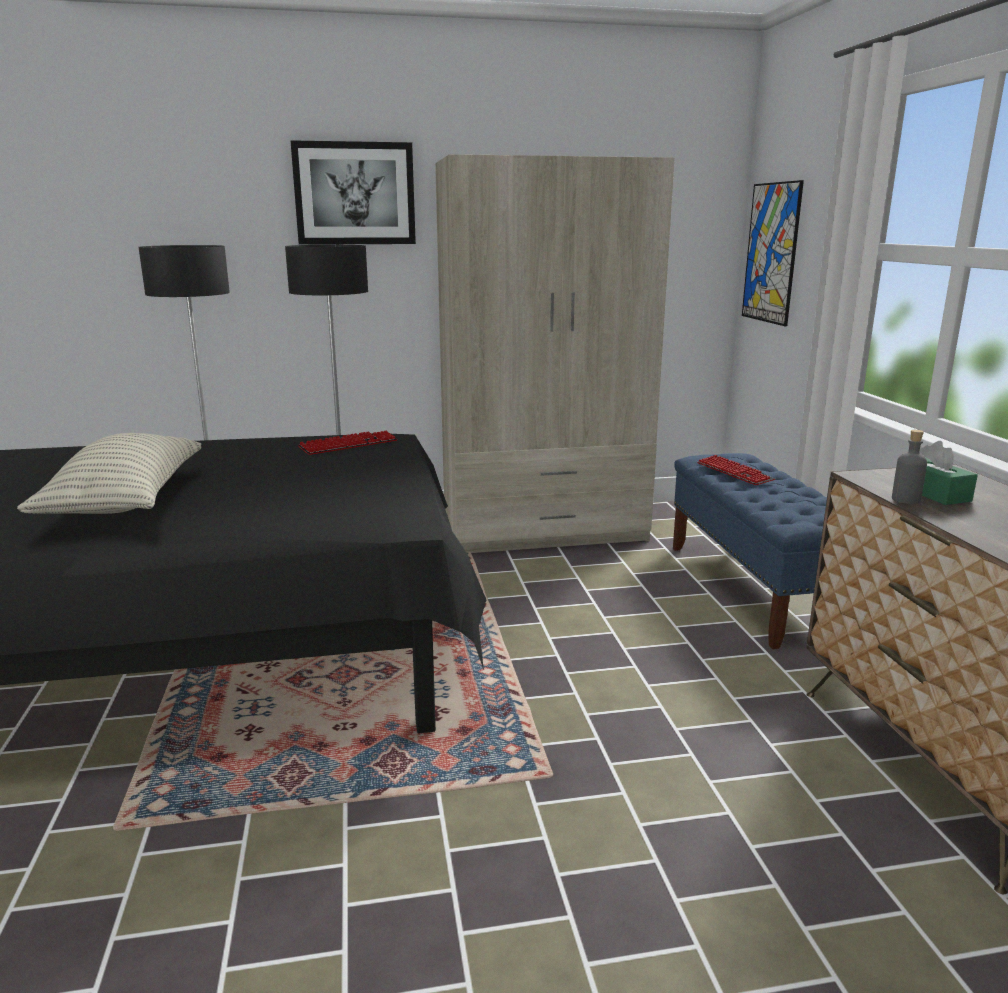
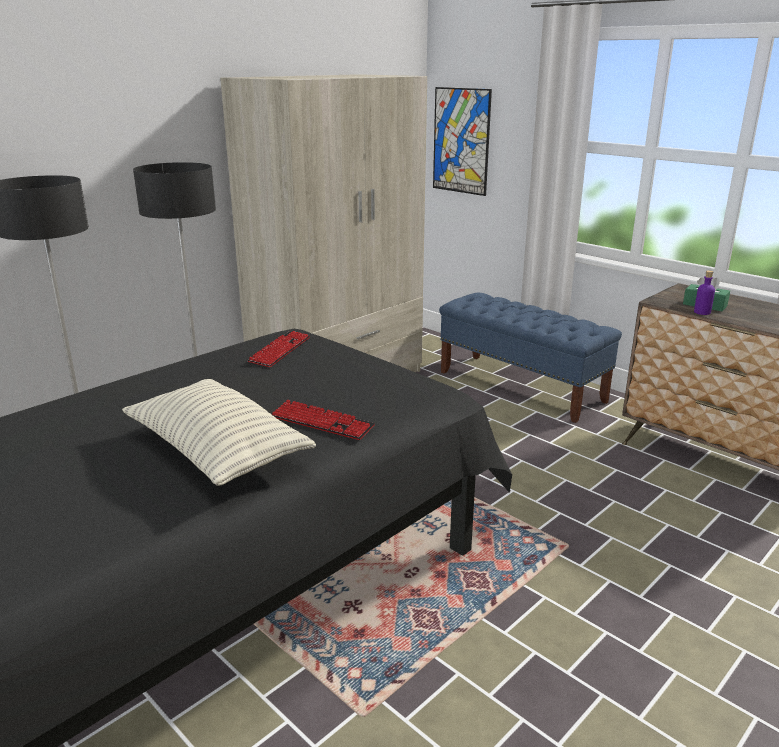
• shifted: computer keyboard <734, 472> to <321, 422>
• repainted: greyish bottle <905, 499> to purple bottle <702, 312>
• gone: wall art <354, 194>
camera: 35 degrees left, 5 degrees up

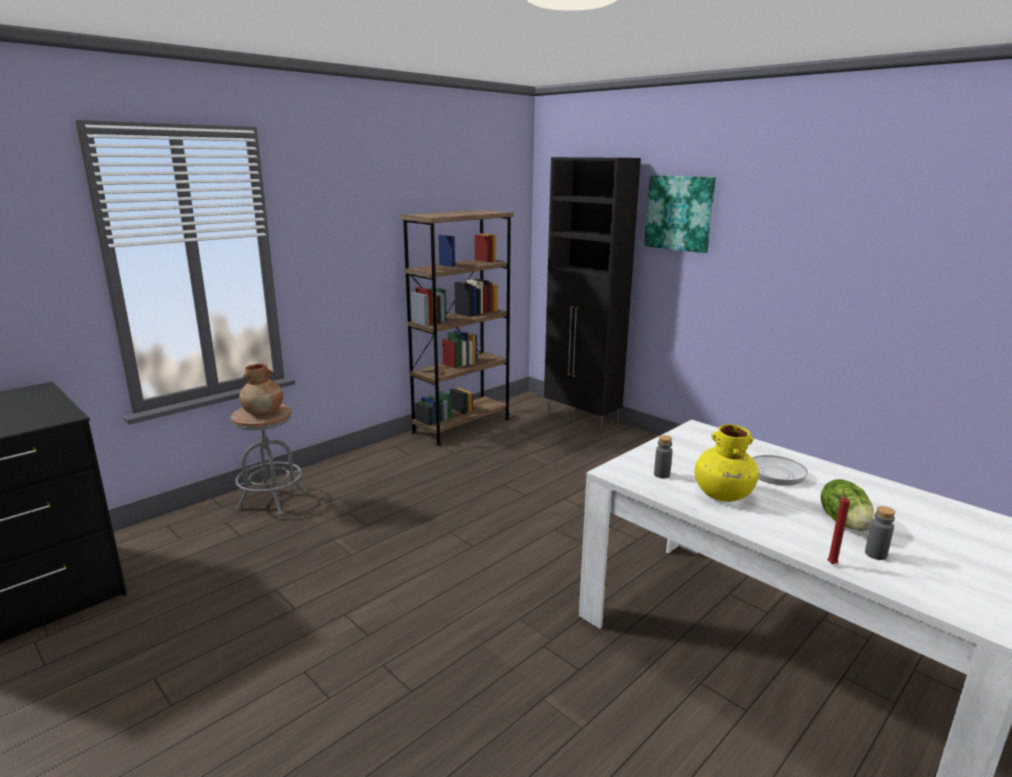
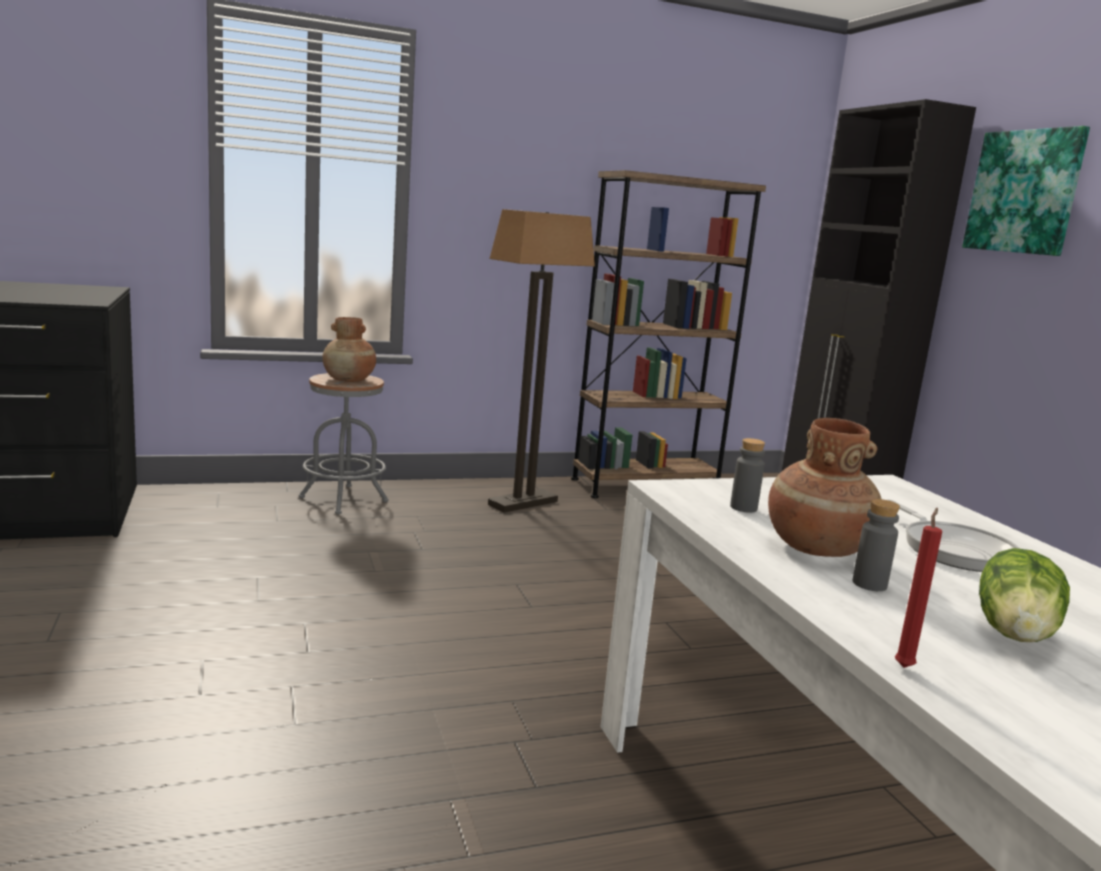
• new: standard lamp <523, 503>
• repainted: yellow-coloured flower vase <722, 494> to brownish flower vase <816, 548>
• shifted: greyish bottle <875, 554> to <869, 584>
camera: 25 degrees right, 5 degrees down

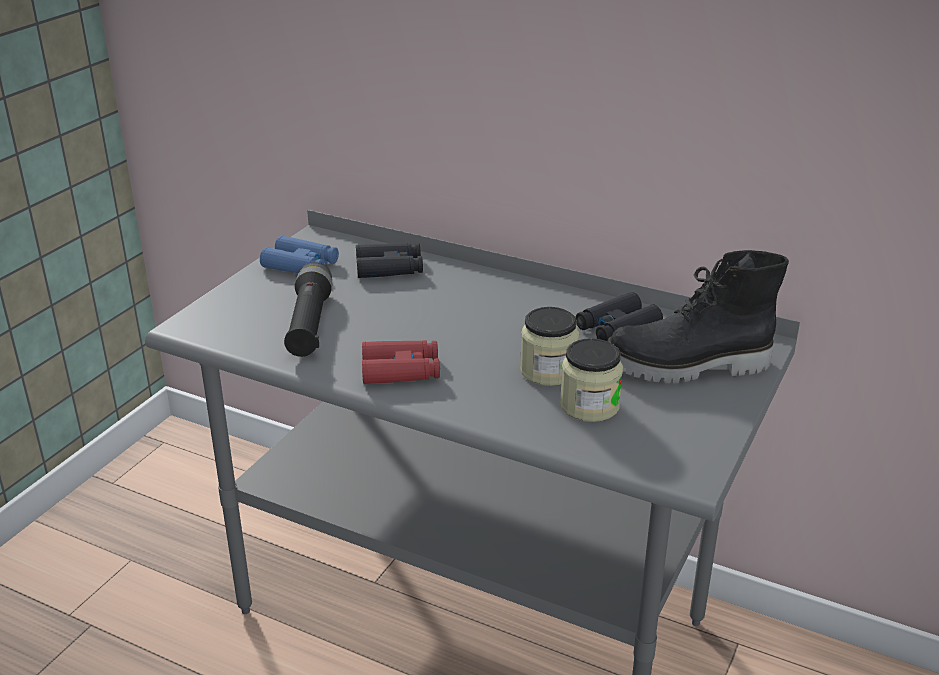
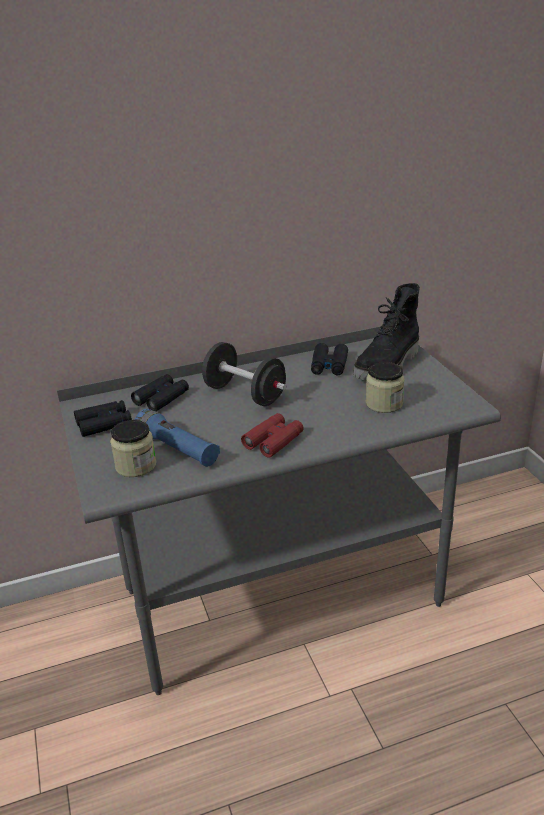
• repainted: blue-coloured binoculars <301, 265> to black-coloured binoculars <104, 424>
• shifted: storage jar <548, 371> to <136, 465>
• repainted: black-coloured hand torch <309, 324> to blue-coloured hand torch <177, 449>
• new: black-coloured hand weight <245, 394>
camera: 45 degrees left, 0 degrees up

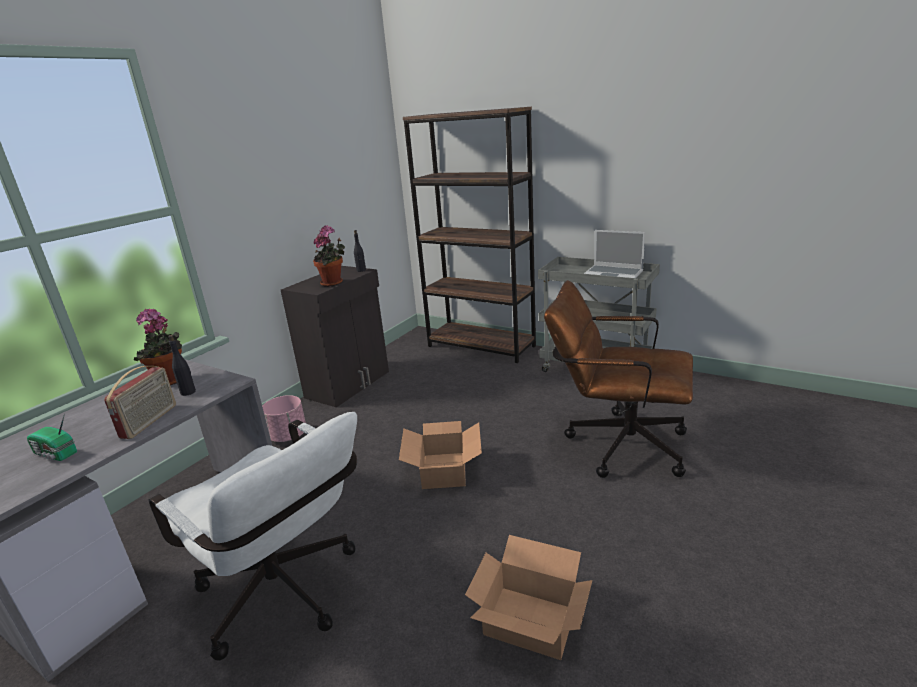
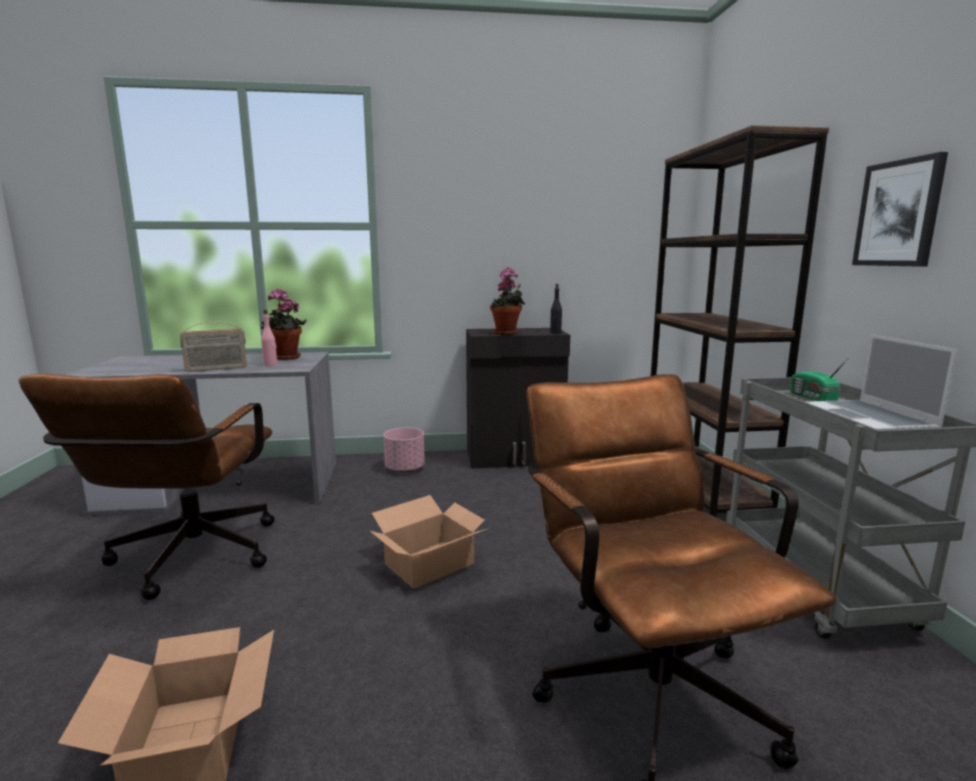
• repainted: white-coloured desk chair <286, 597> to brownish desk chair <187, 562>
• repainted: black-coloured bottle <188, 392> to pink-coloured bottle <270, 365>
• shifted: radio <55, 454> to <813, 398>
• new: wall art <898, 213>
camera: 50 degrees right, 10 degrees down

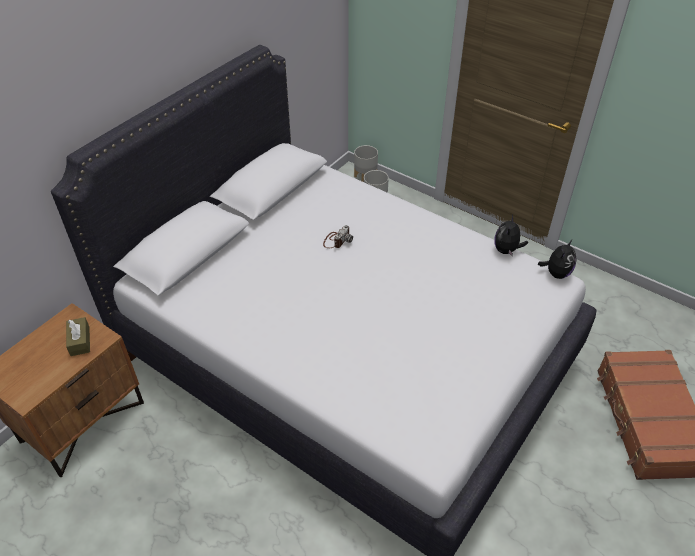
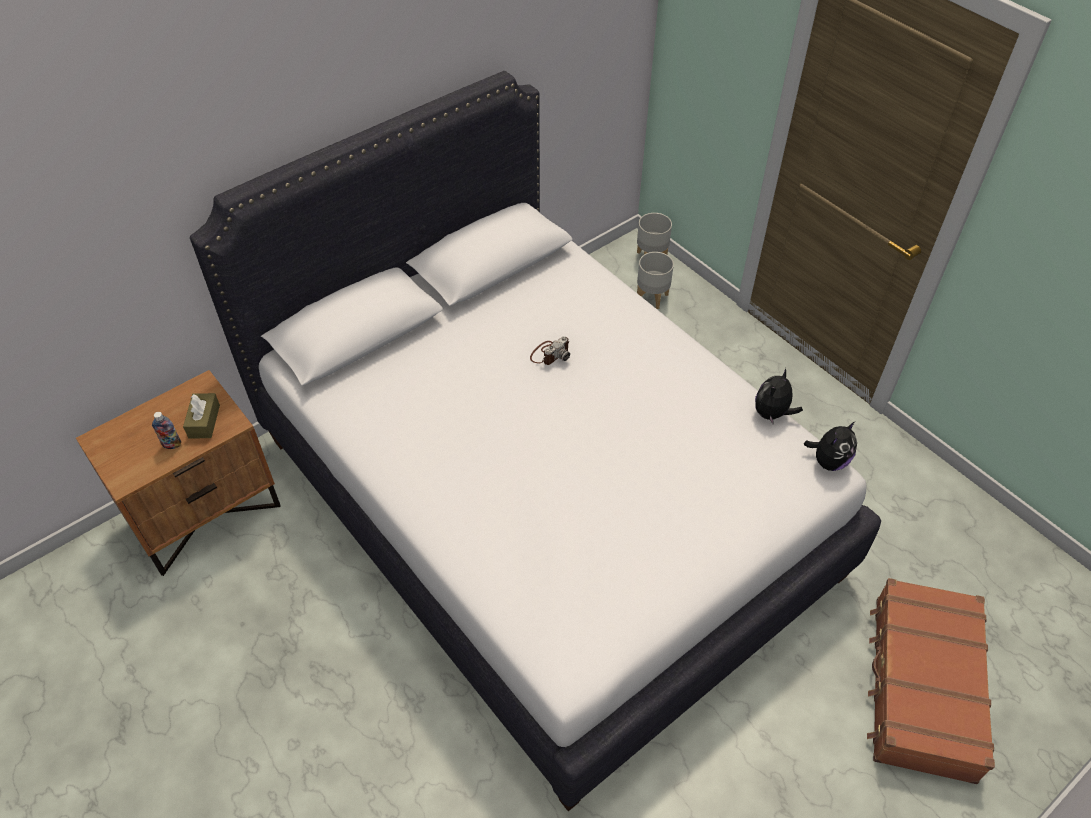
• new: bottle <172, 444>
camera: 15 degrees right, 5 degrees up

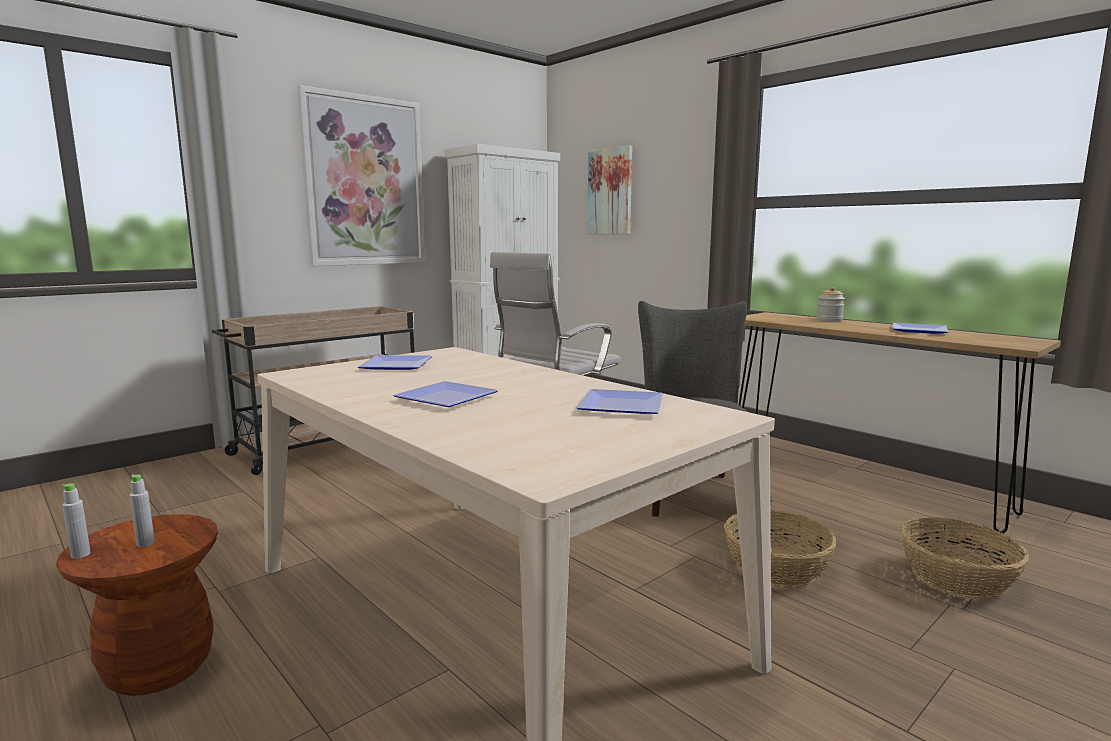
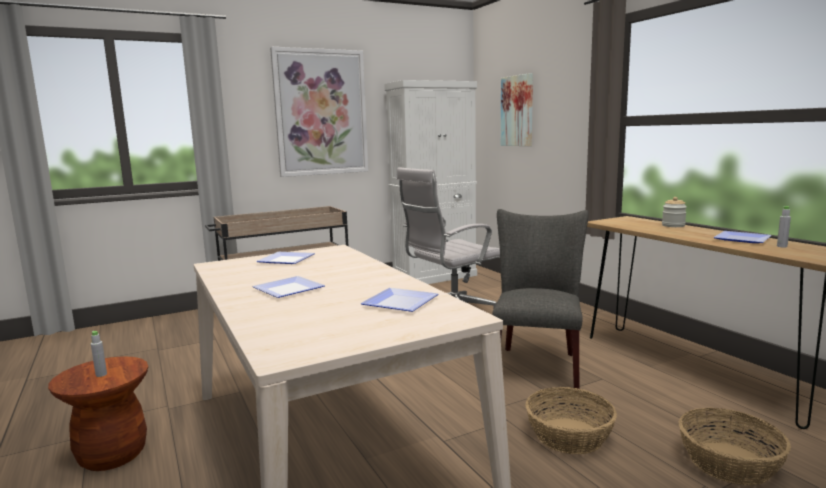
• shifted: greyish bottle <80, 554> to <782, 246>
camera: 15 degrees right, 0 degrees up

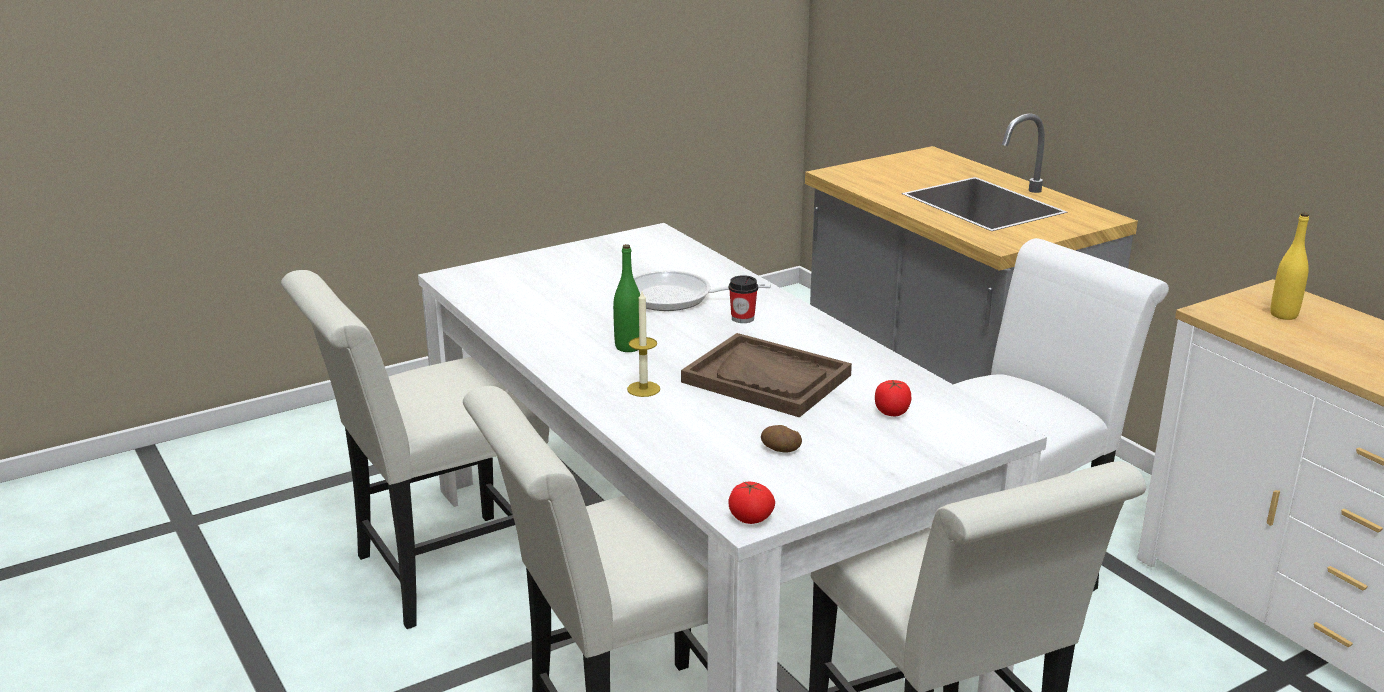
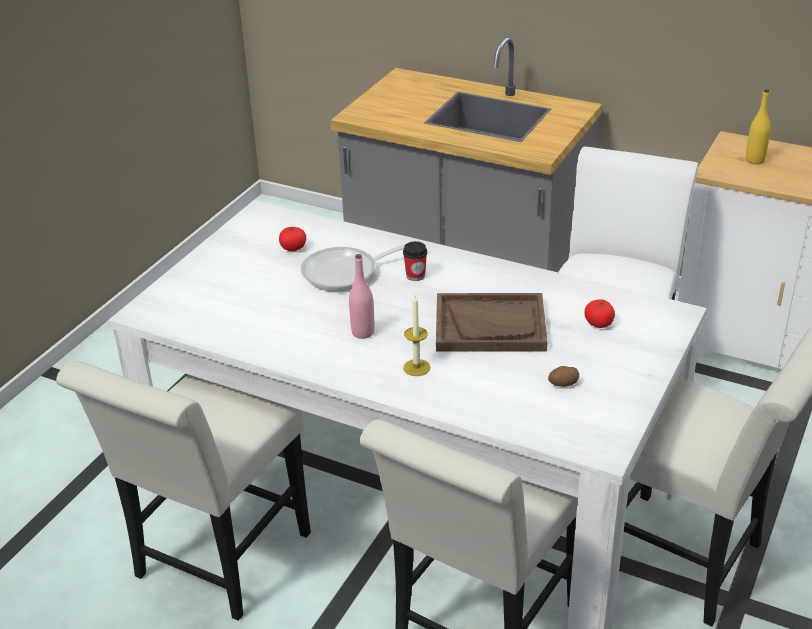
• shifted: whole tomato <750, 518> to <293, 248>
• repainted: green bottle <628, 347> to pink-coloured bottle <363, 332>
camera: 30 degrees left, 10 degrees up

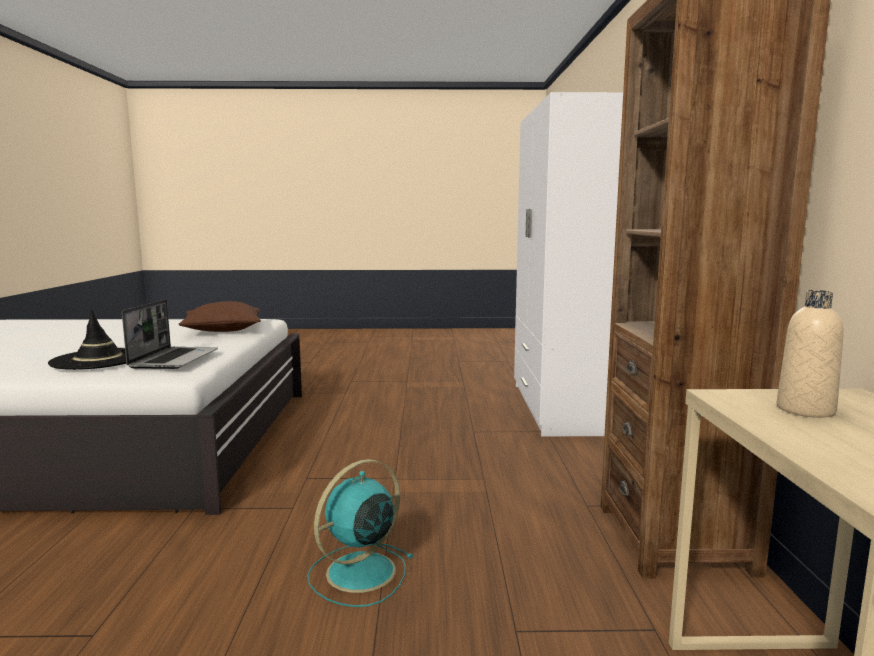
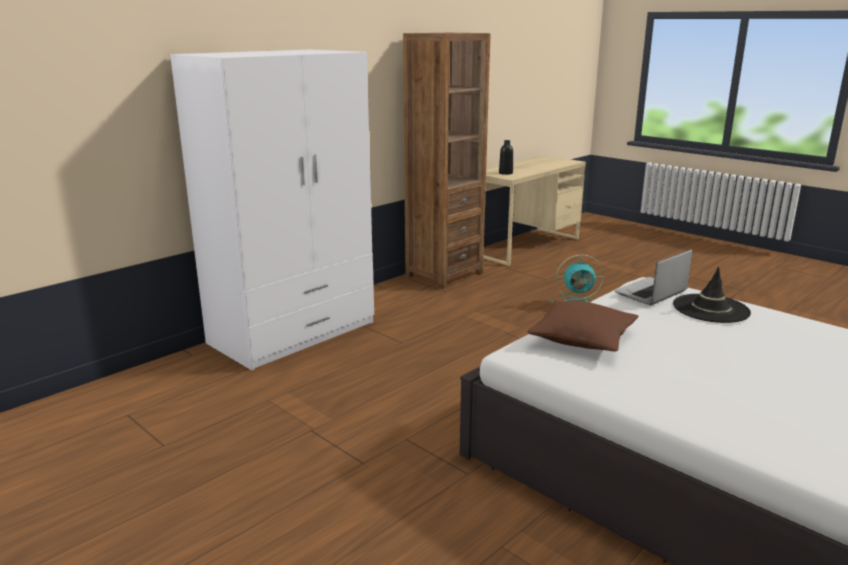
• repainted: sand-coloured bottle <805, 410> to black-coloured bottle <505, 173>
camera: 135 degrees left, 10 degrees up

